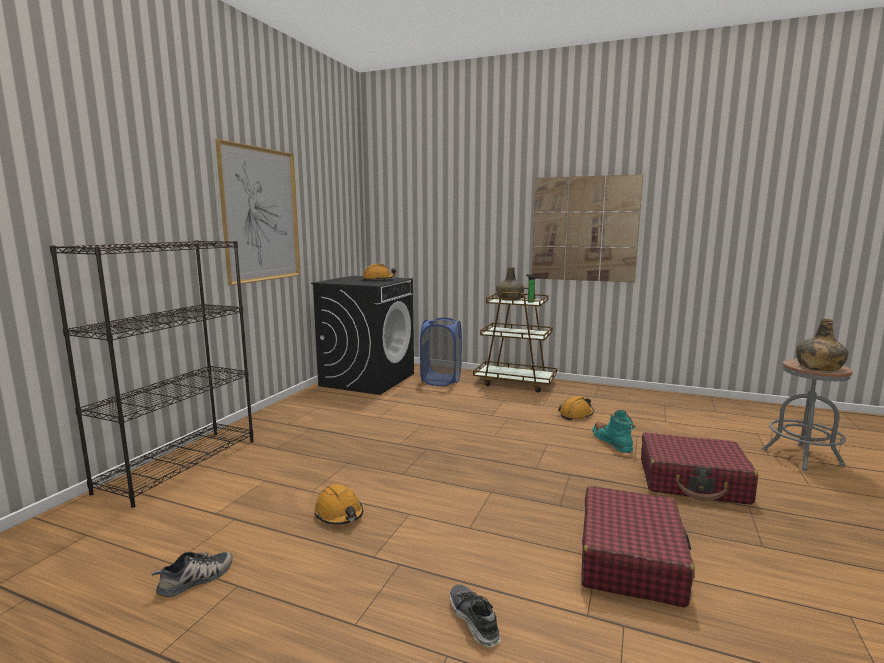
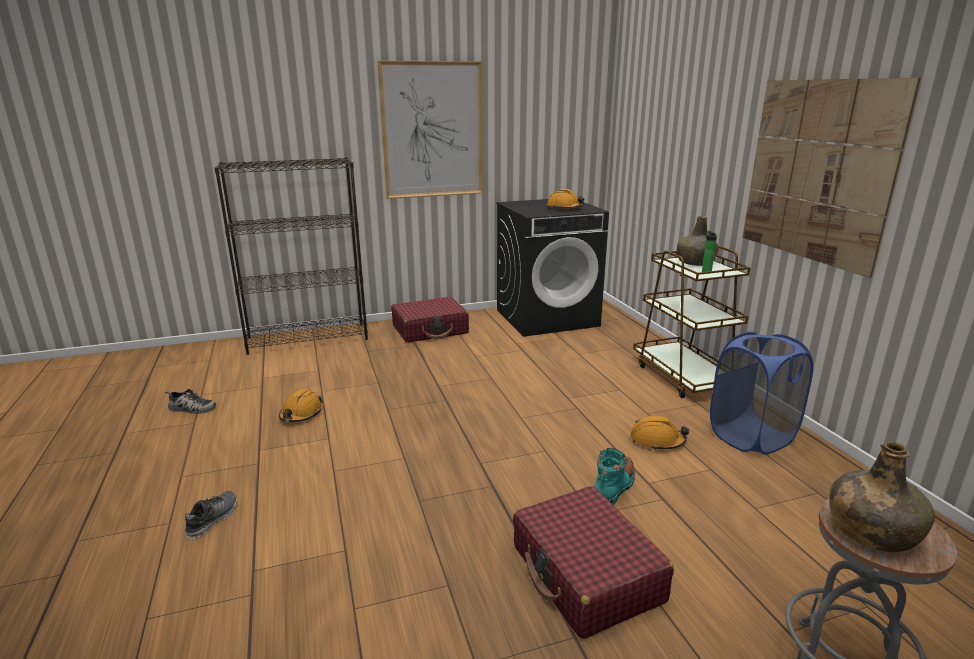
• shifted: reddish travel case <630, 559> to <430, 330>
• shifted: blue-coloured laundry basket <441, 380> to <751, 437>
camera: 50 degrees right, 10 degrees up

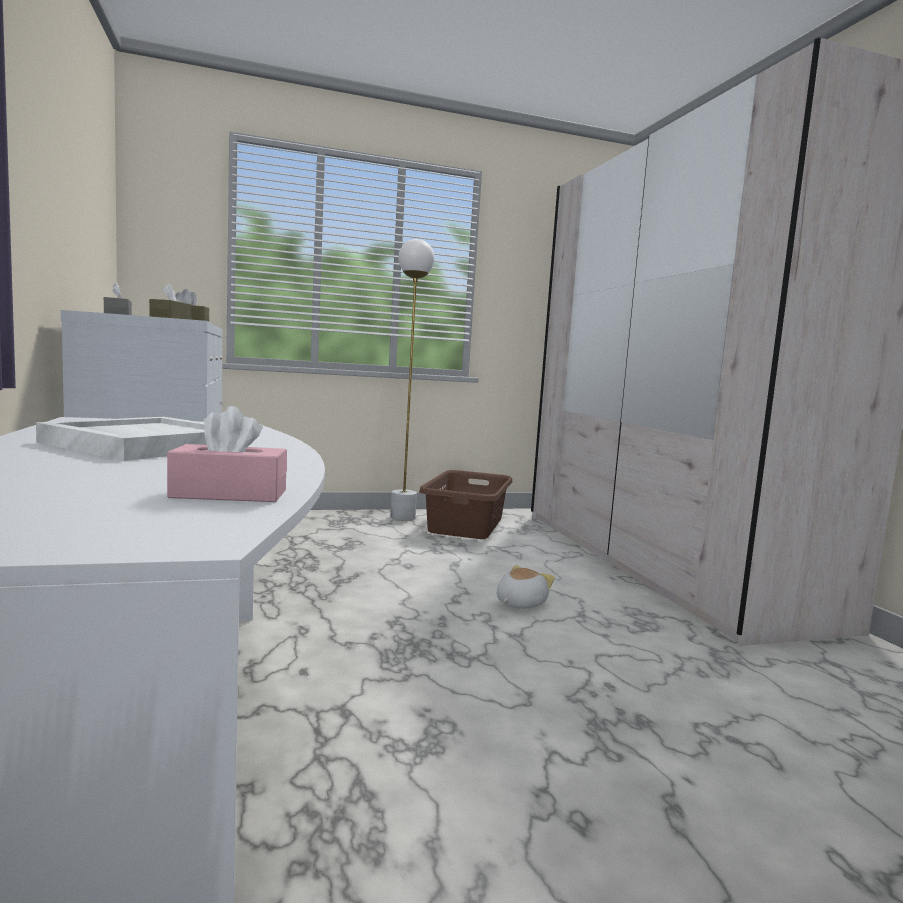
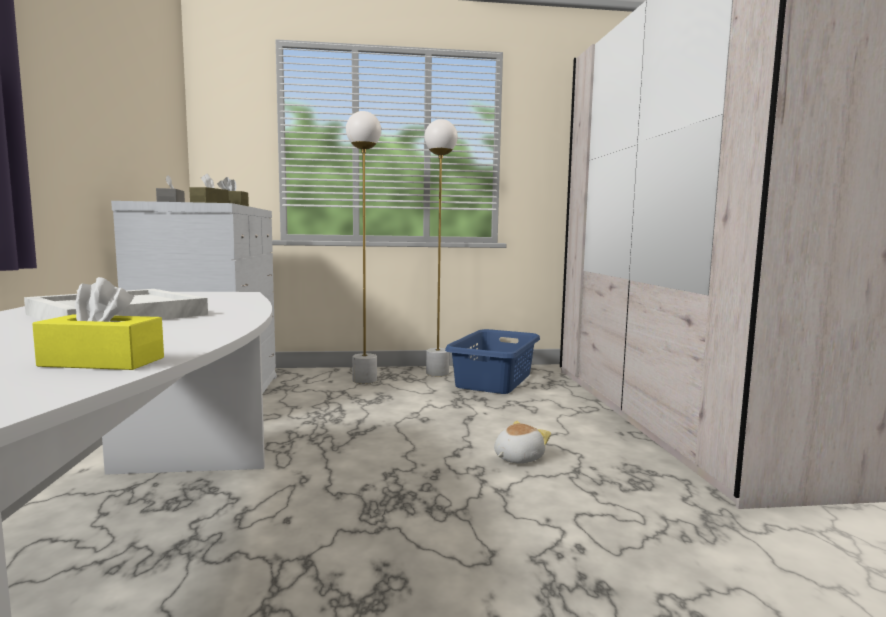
• repainted: pink-coloured tissue box <229, 494> to yellow-coloured tissue box <102, 362>
• new: white-coloured standard lamp <364, 381>
• repainted: brownish laundry basket <467, 525> to blue-coloured laundry basket <495, 380>
camera: 10 degrees right, 0 degrees up

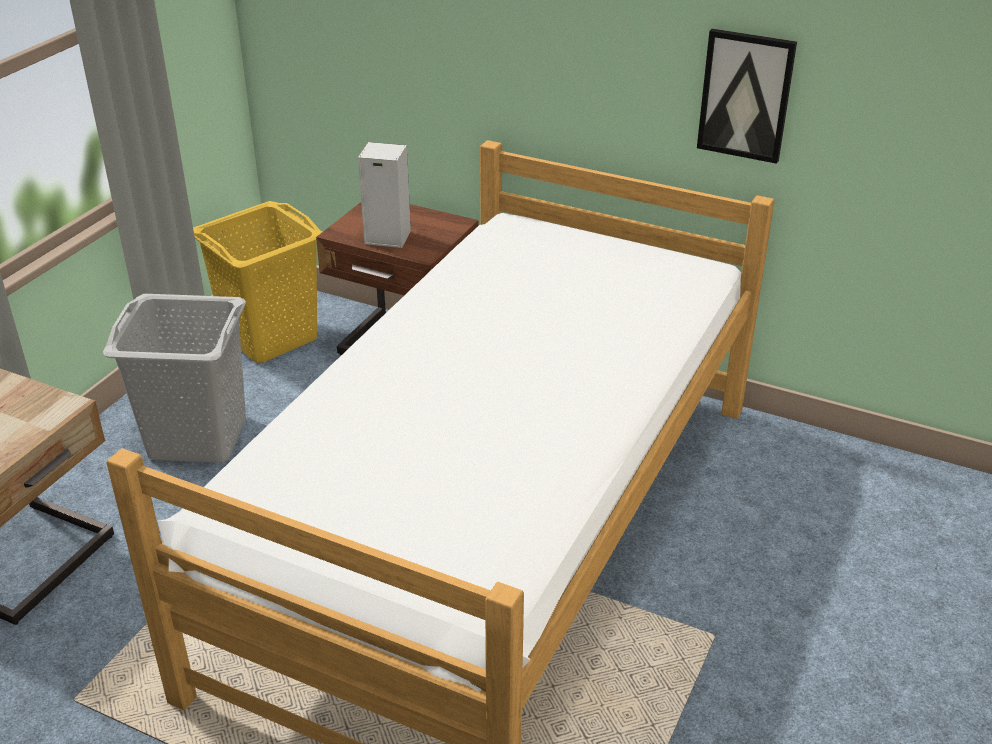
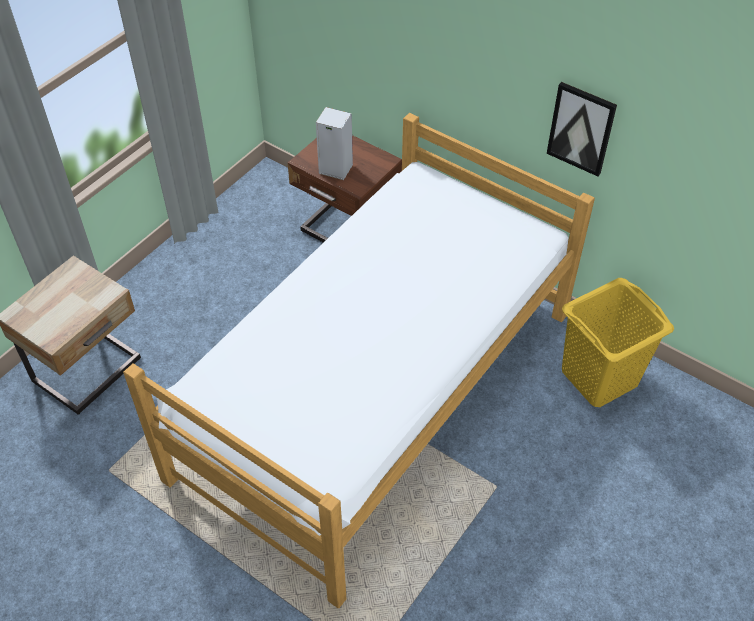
• shifted: yellow-coloured laundry basket <269, 337> to <598, 377>
• gone: greyish laundry basket <198, 438>
camera: 10 degrees right, 15 degrees up

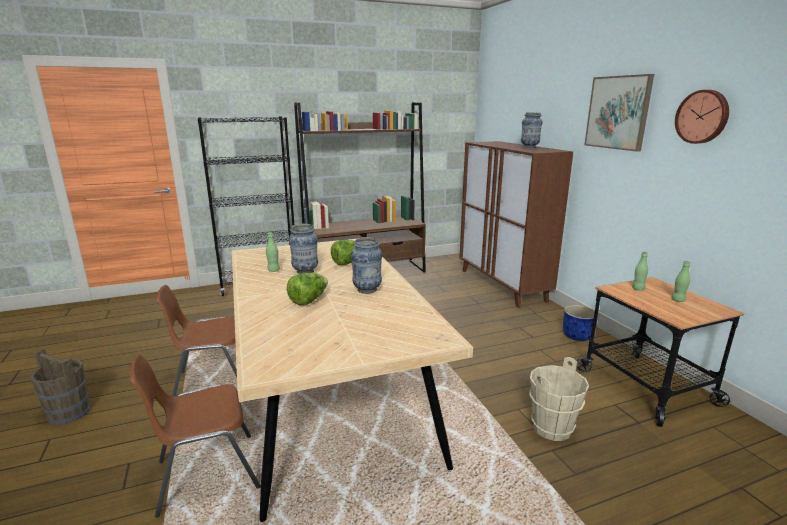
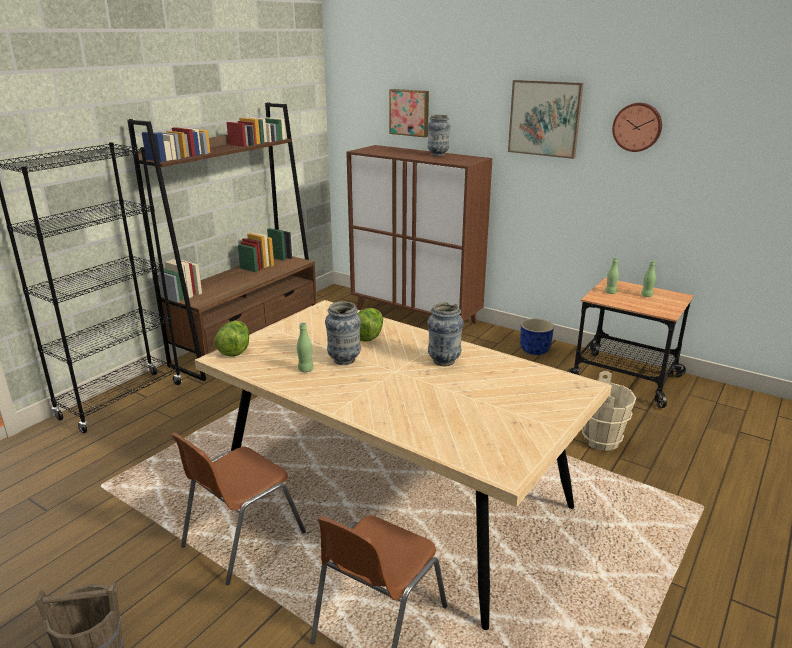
• shifted: lettuce <309, 300> to <235, 350>
• new: wall art <410, 112>
camera: 35 degrees left, 5 degrees up

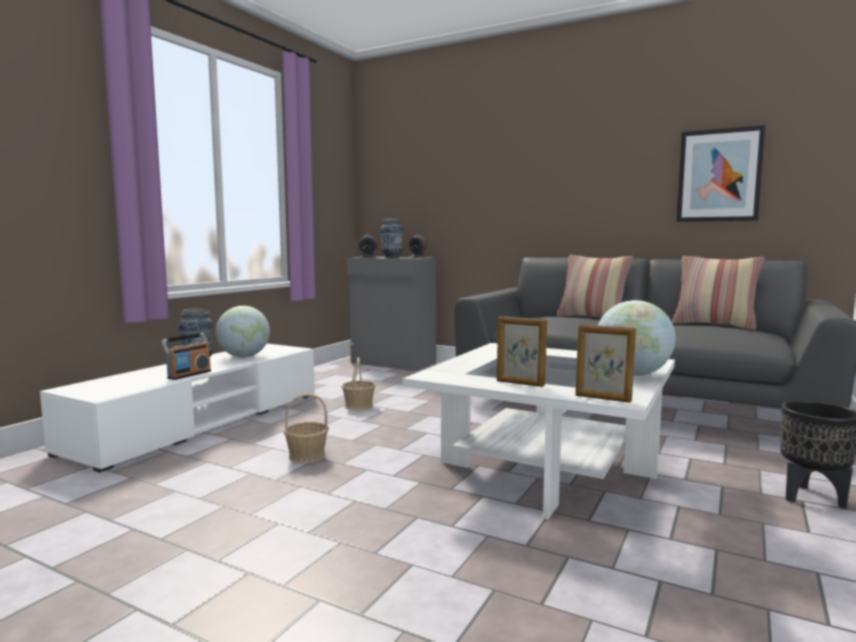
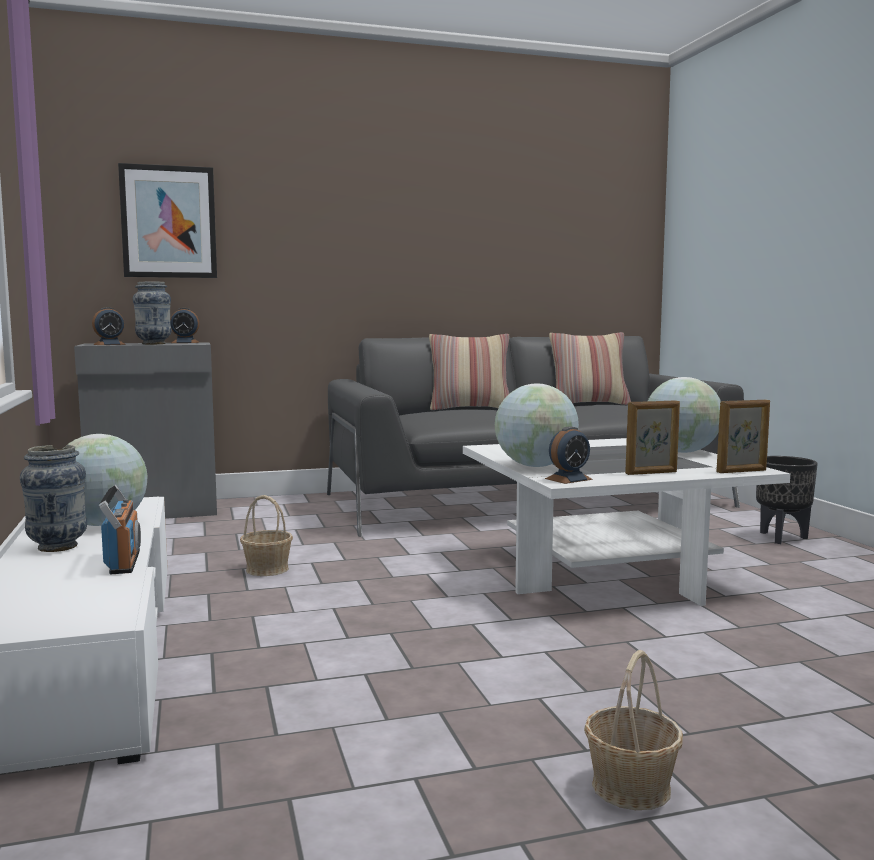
• shifted: wall art <719, 175> to <169, 222>
• new: world globe <536, 466>
• new: alarm clock <568, 479>
• shifted: storage basket <306, 456> to <630, 787>
camera: 45 degrees left, 0 degrees up

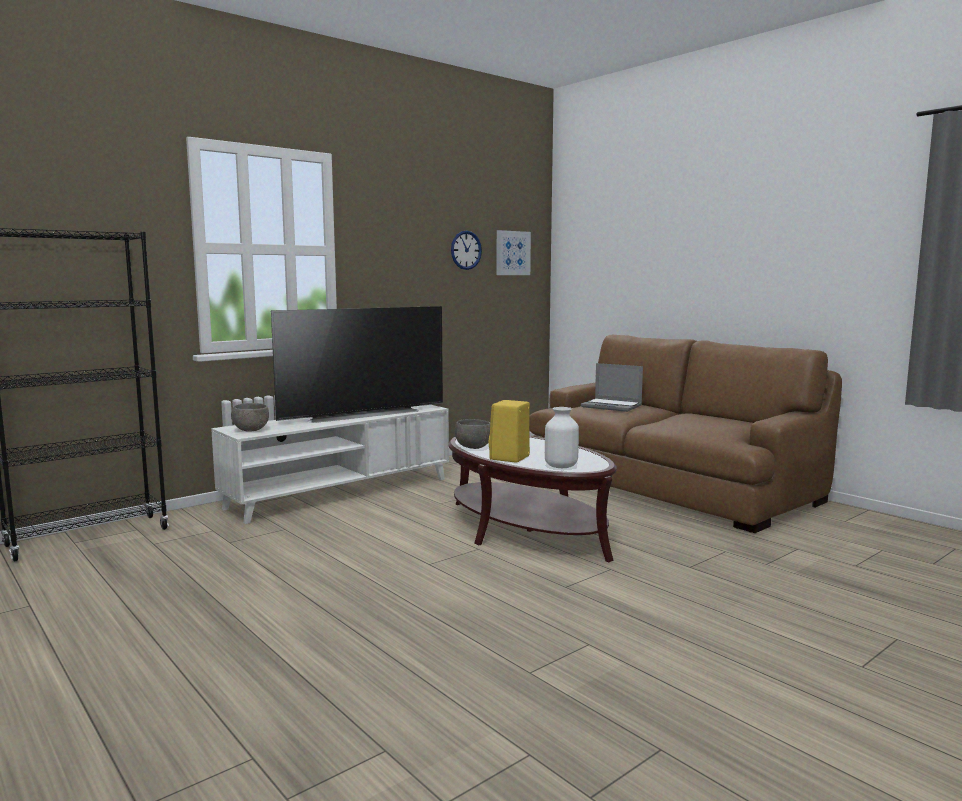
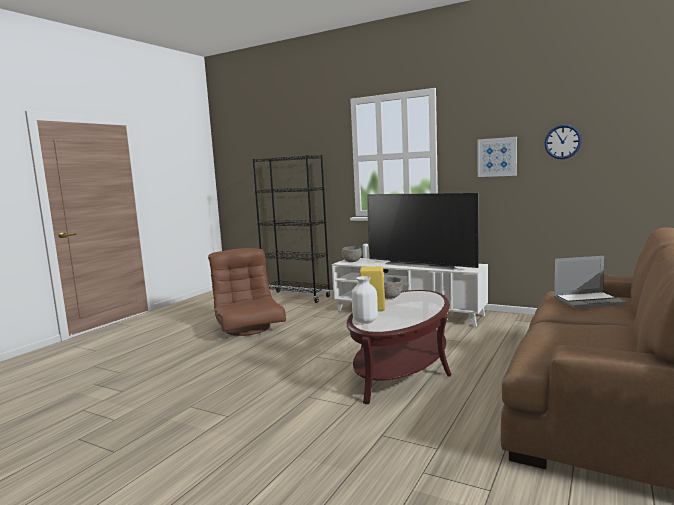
• new: brownish armchair <248, 329>
• shifted: wall art <512, 253> to <497, 157>
• rotated: laptop <612, 406> = <588, 301> 105 degrees counterclockwise
camera: 70 degrees right, 0 degrees up

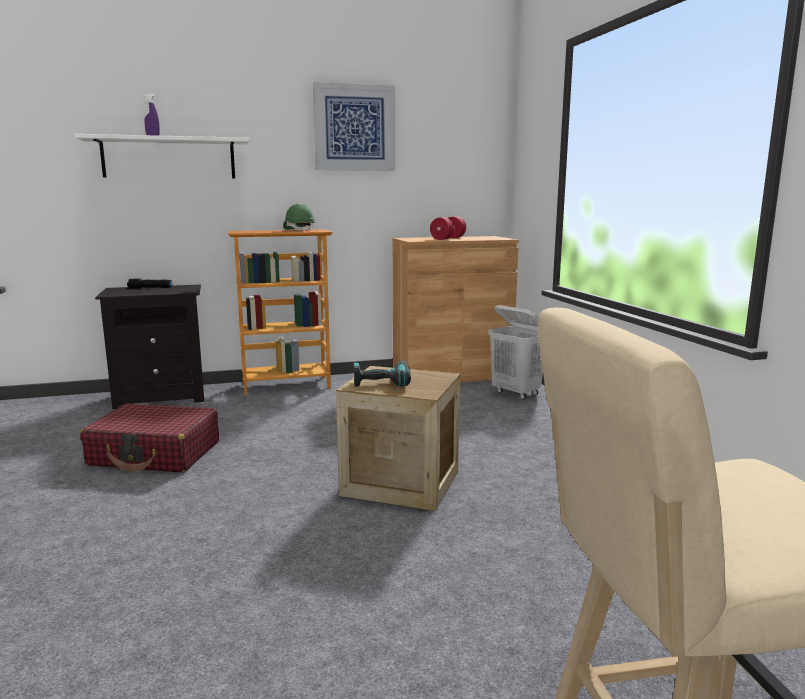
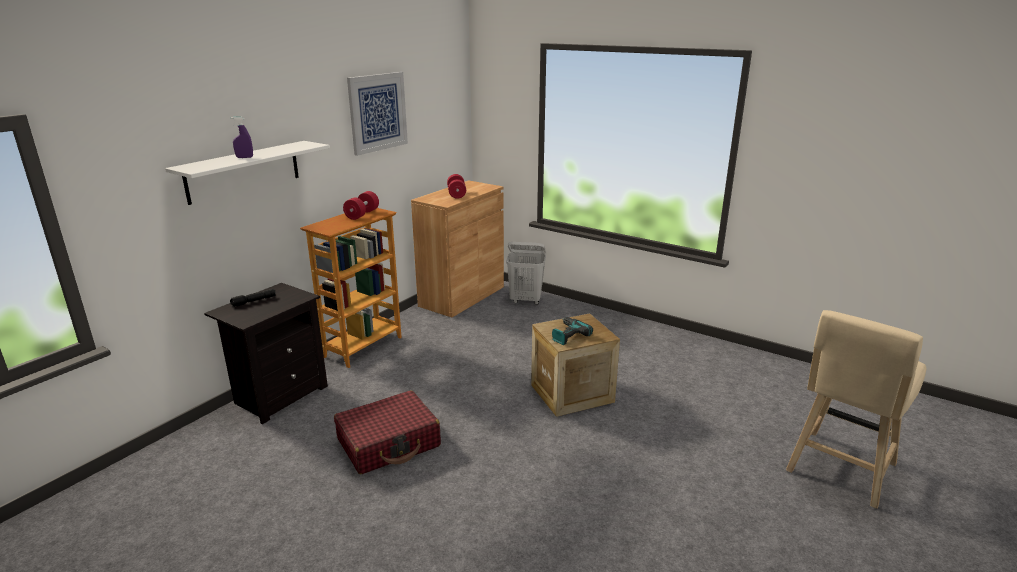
• swapped: green work helmet <299, 230> to reddish hand weight <362, 214>
camera: 40 degrees left, 10 degrees up

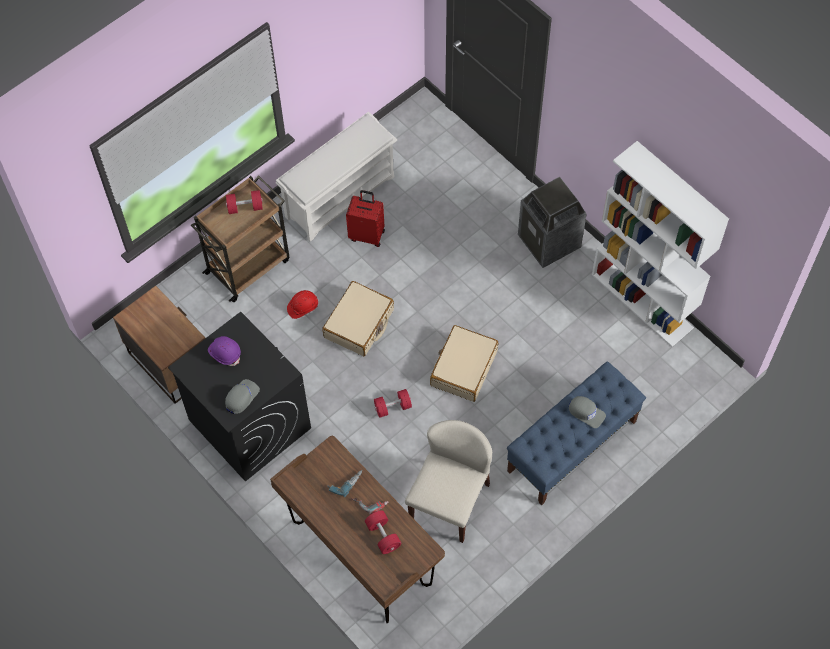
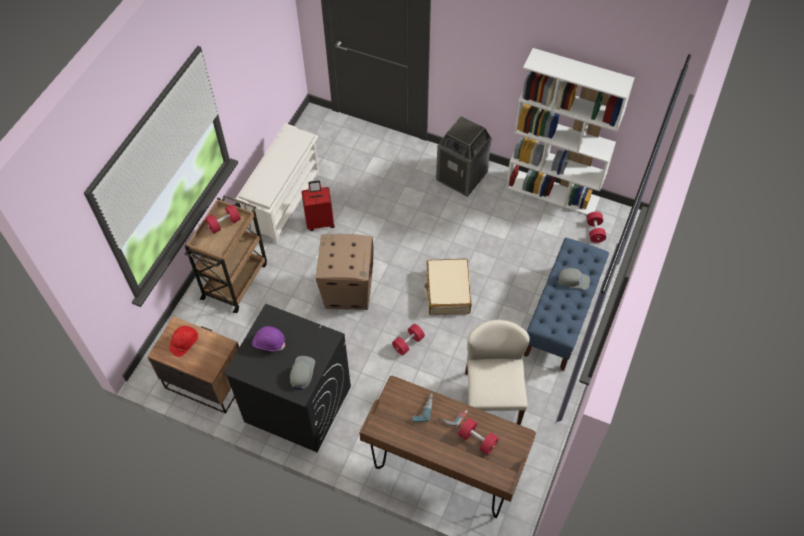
• shifted: reddish work helmet <302, 307> to <184, 343>
• swapped: sand-coloured travel case <359, 324> to carton <348, 290>
• new: reddish hand weight <594, 231>
camera: 25 degrees left, 5 degrees down

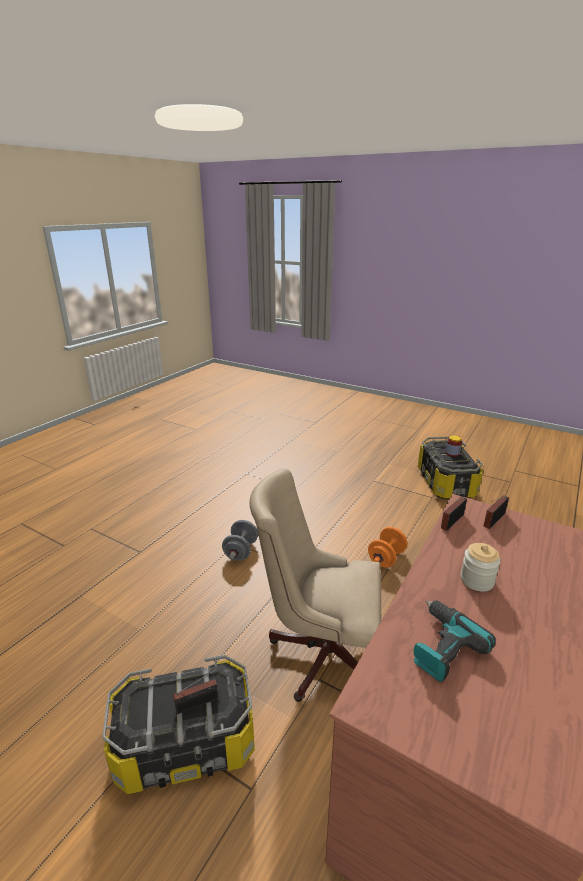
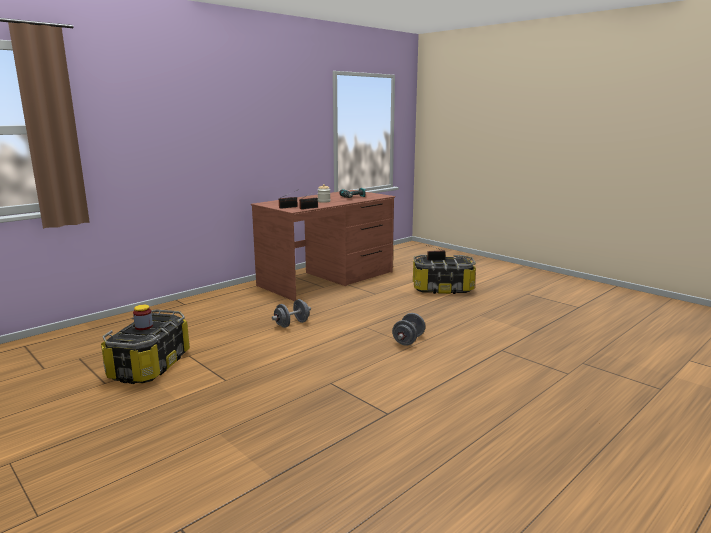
• repainted: orangey hand weight <386, 558> to greyish hand weight <292, 324>
• gone: sand-coloured desk chair <320, 651>
camera: 165 degrees left, 10 degrees down

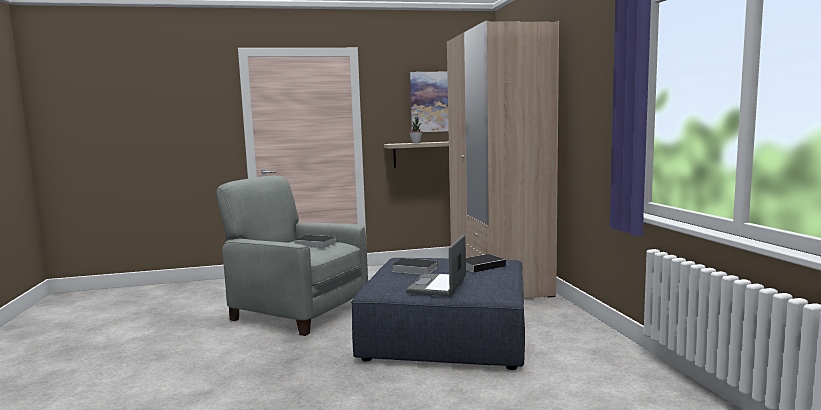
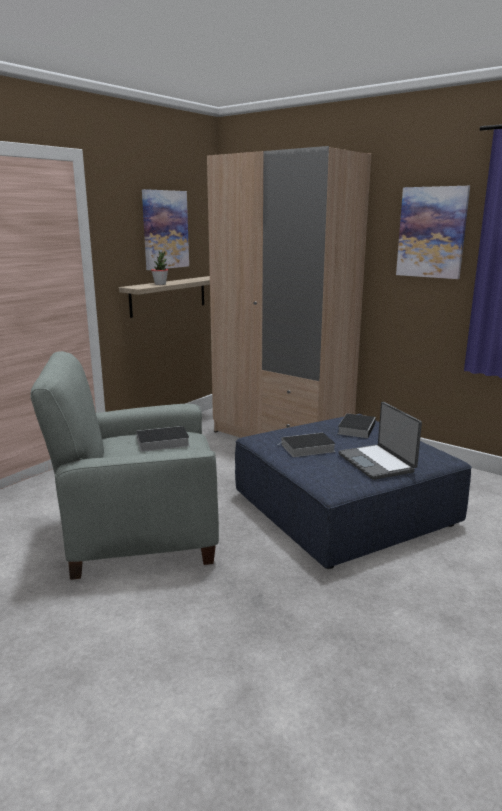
• new: wall art <432, 232>
camera: 40 degrees left, 10 degrees up

